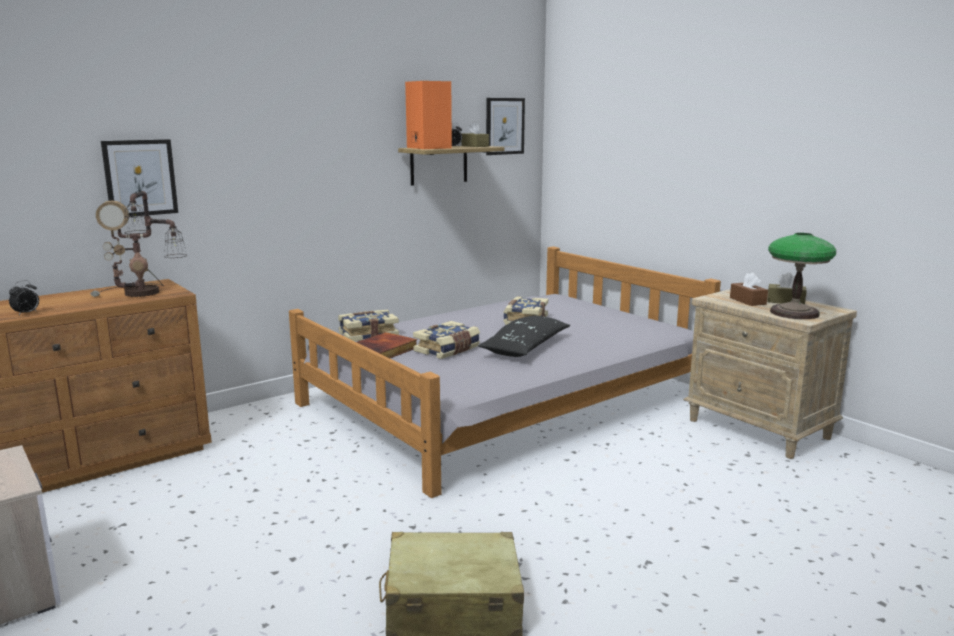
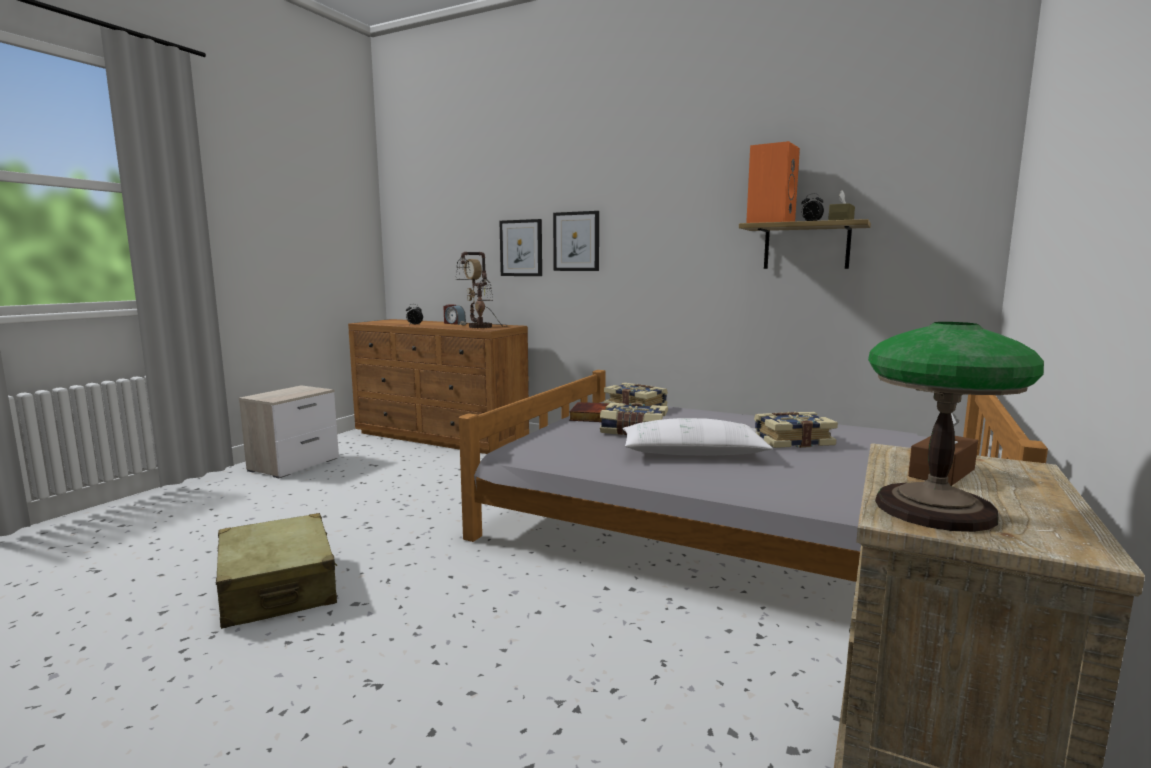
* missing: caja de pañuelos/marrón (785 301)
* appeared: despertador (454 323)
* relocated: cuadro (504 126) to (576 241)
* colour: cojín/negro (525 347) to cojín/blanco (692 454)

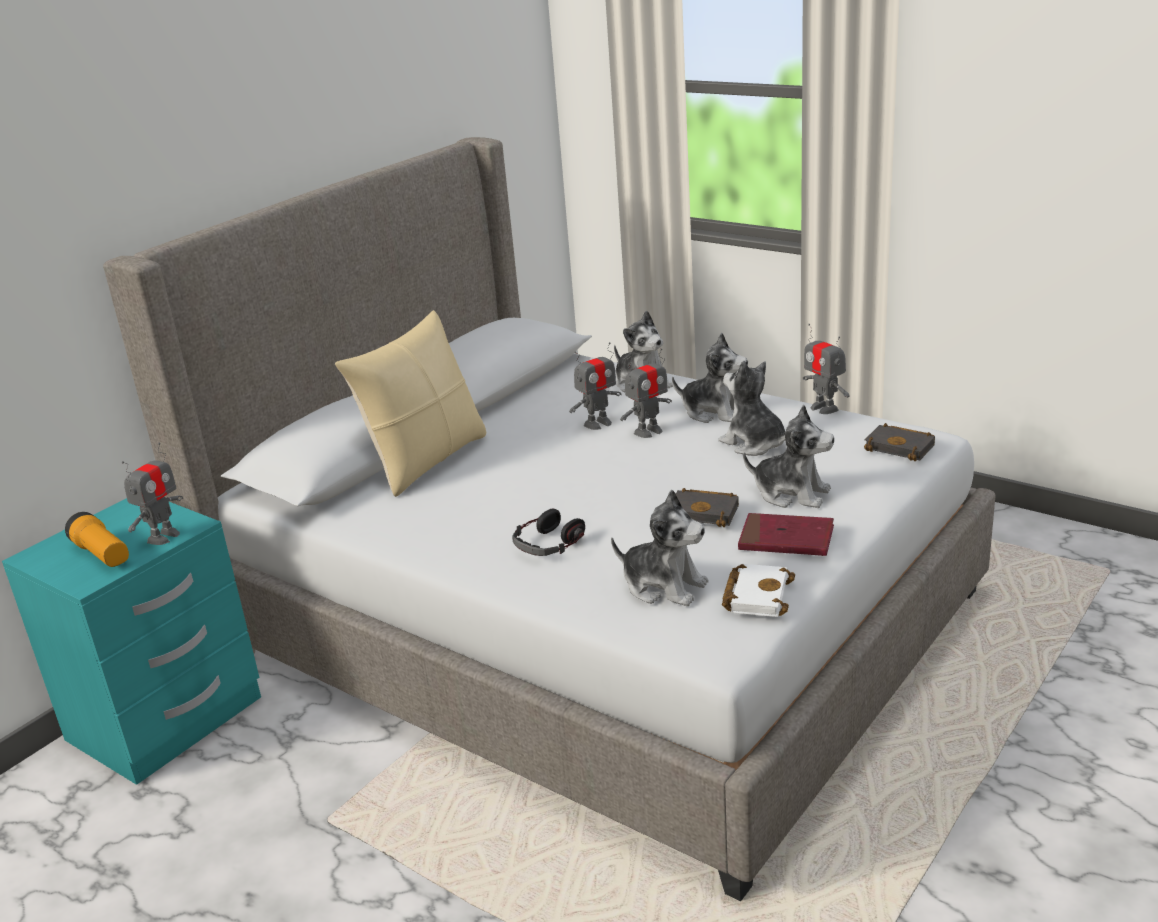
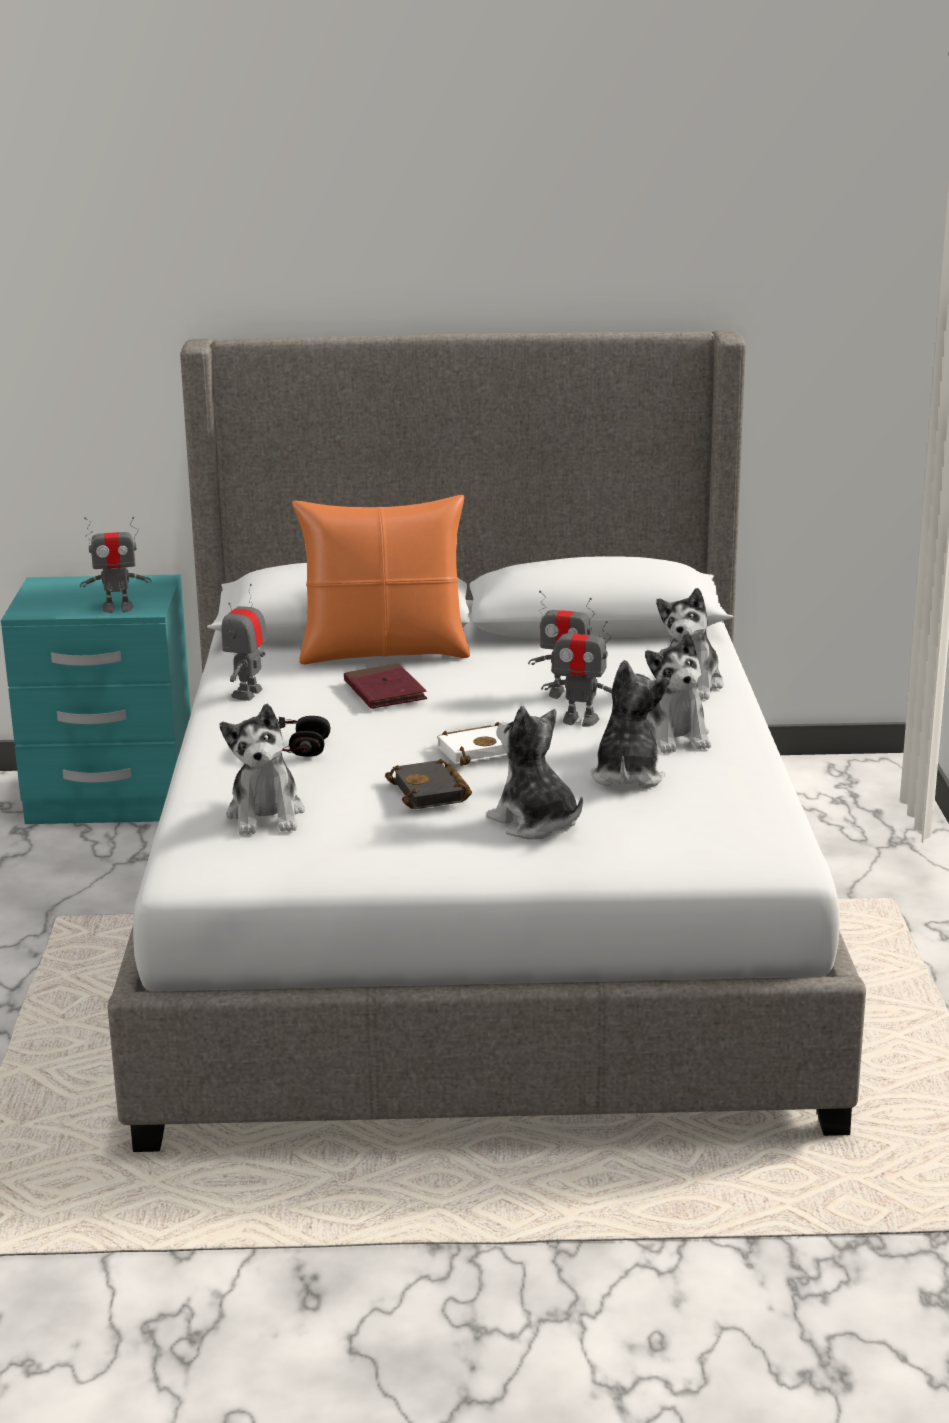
* missing: linterna (102 554)
* missing: libro/negro (902 447)
* relocated: libro/blanco (756 594) to (481 750)
* relocated: libro/rojo (786 539) to (385 691)
* relocated: robot de juguete (824 408) to (247 693)
* colour: cojín/beis (426 461) to cojín/naranja (384 652)
* spun: peluche (791 493) = (535 823) 150 degrees clockwise

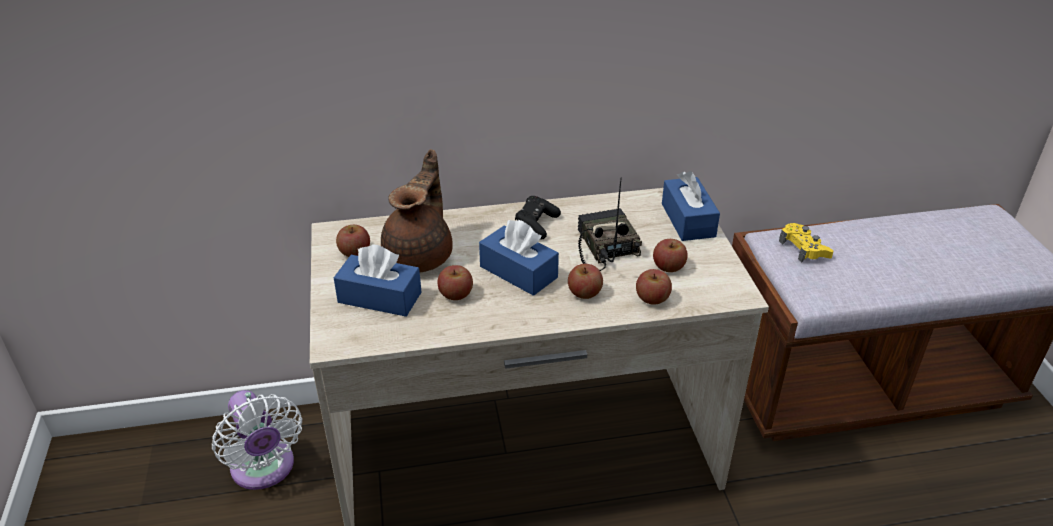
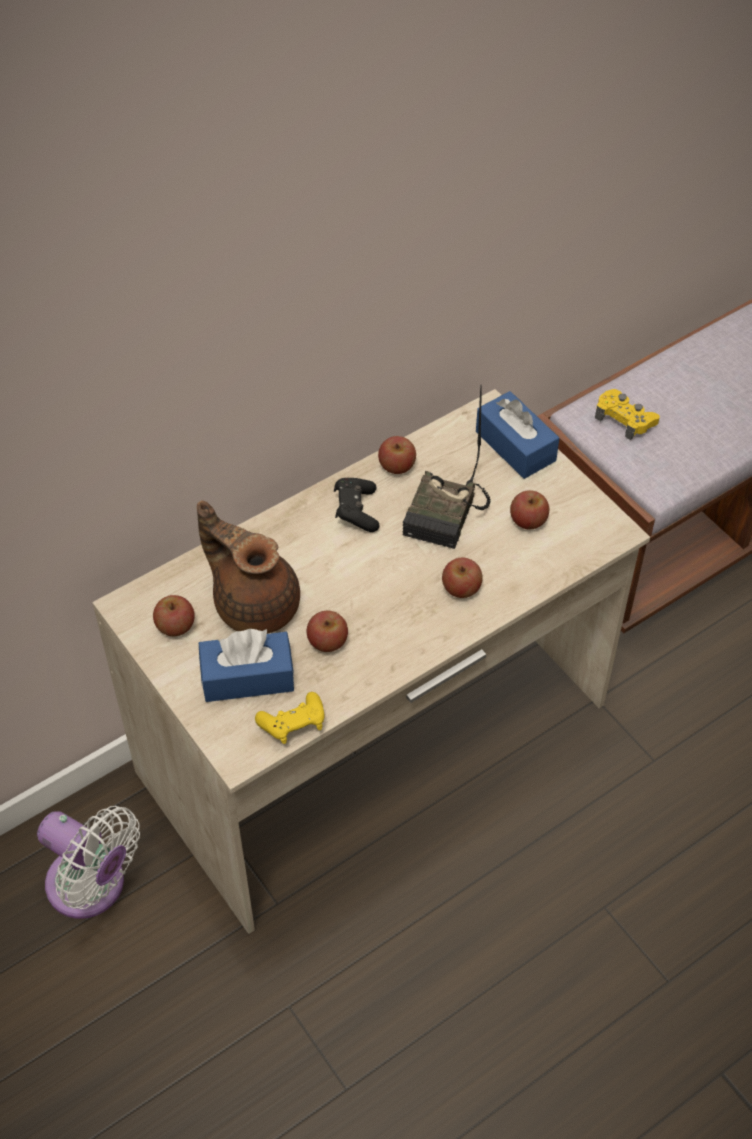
* missing: caja de pañuelos/azul (518 272)
* appeared: mando de consola/amarillo (294 725)
* relocated: manzana (652 298) to (397 466)
* spun: tetera/marrón (420 255) = (254 603) 45 degrees counterclockwise
* spun: radio (604 246) = (446 516) 120 degrees counterclockwise

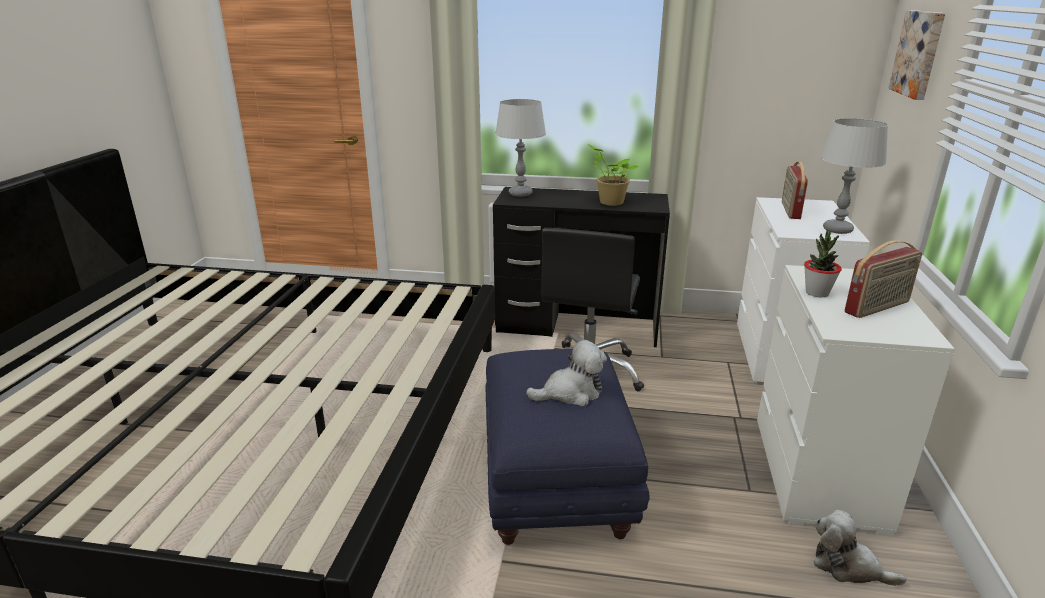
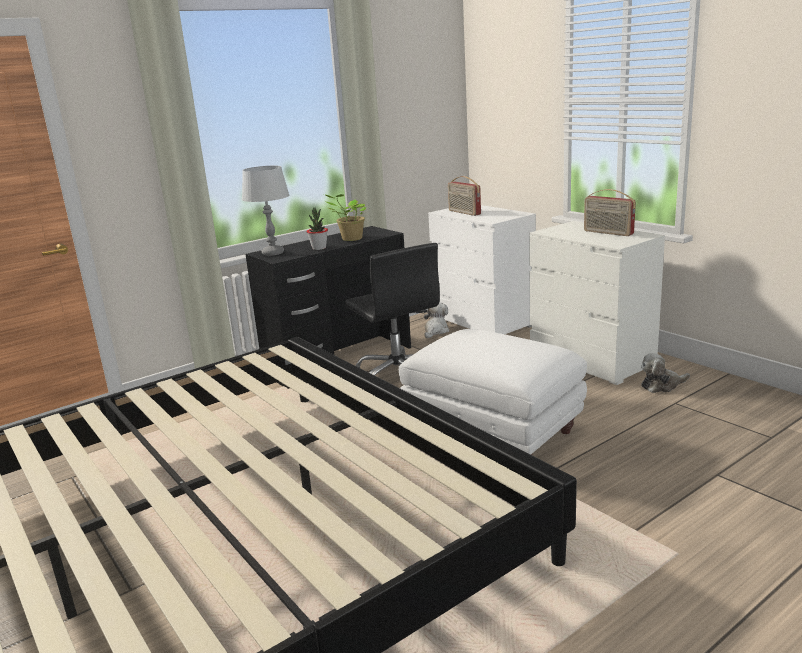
* missing: lámpara de mesa/gris (837 230)
* missing: cuadro (919 53)
* relocated: peluche (571 393) to (435 331)
* relocated: planta en maceta (817 293) to (319 248)
* colour: puf/azul (556 485) to puf/blanco (494 434)
* spun: radio (878 308) = (607 233) 120 degrees clockwise

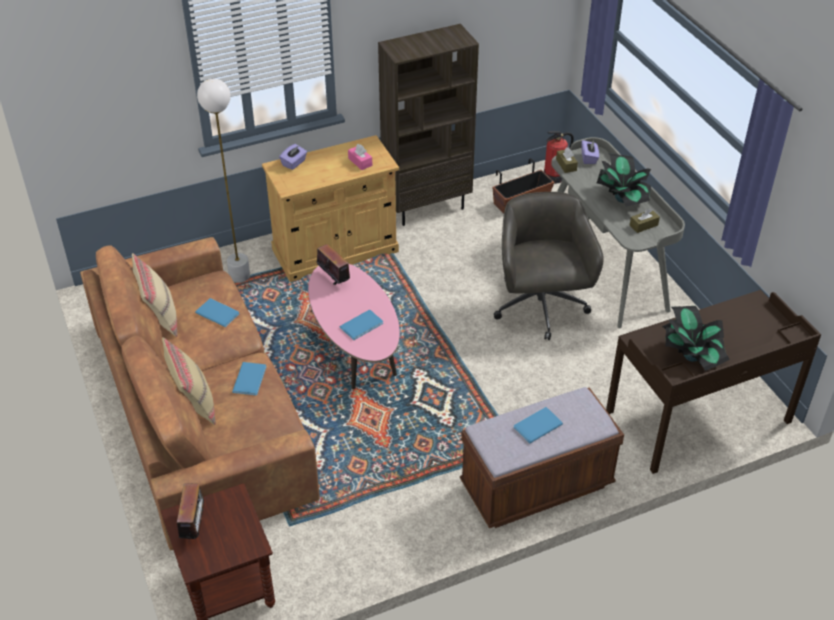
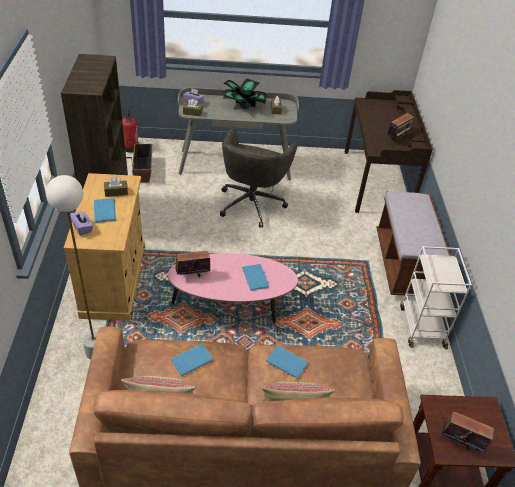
* appeared: carrito/blanco (421 326)
* relocated: libro/azul (536 425) to (103 211)
* exchanged: planta en maceta (691 356) to radio (398 138)
* colour: caja de pañuelos/rosa (360 162) to caja de pañuelos/marrón (116 192)
* spun: silla de oficina/gris (540 308) = (252 203) 90 degrees counterclockwise

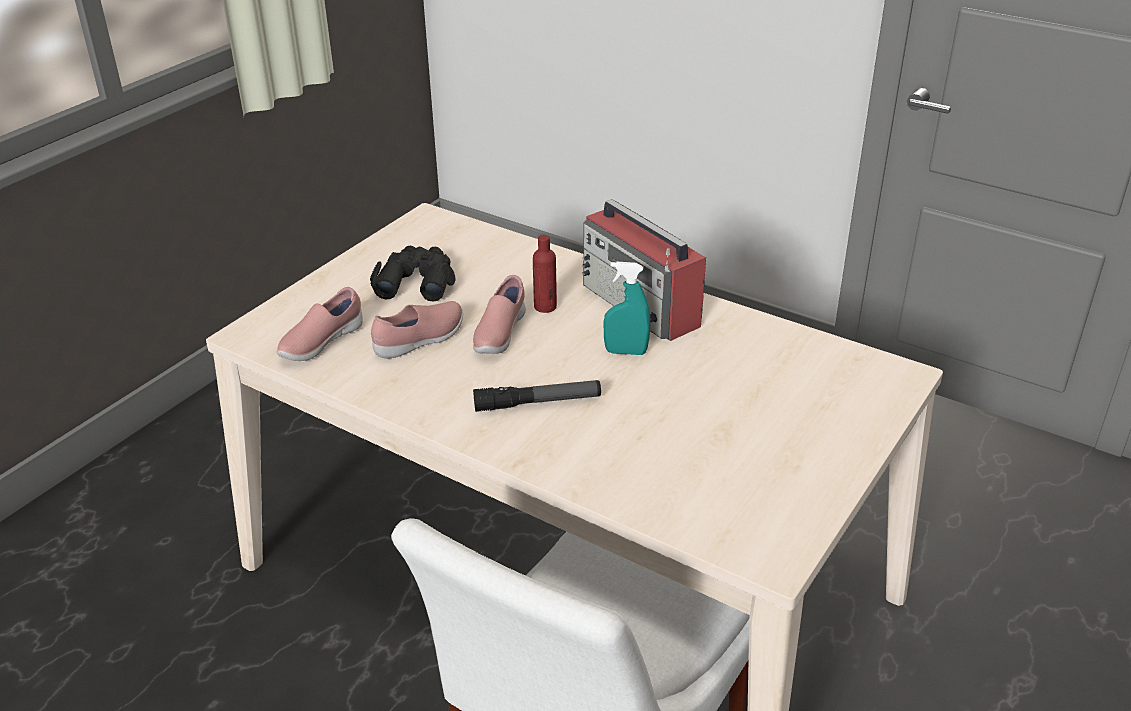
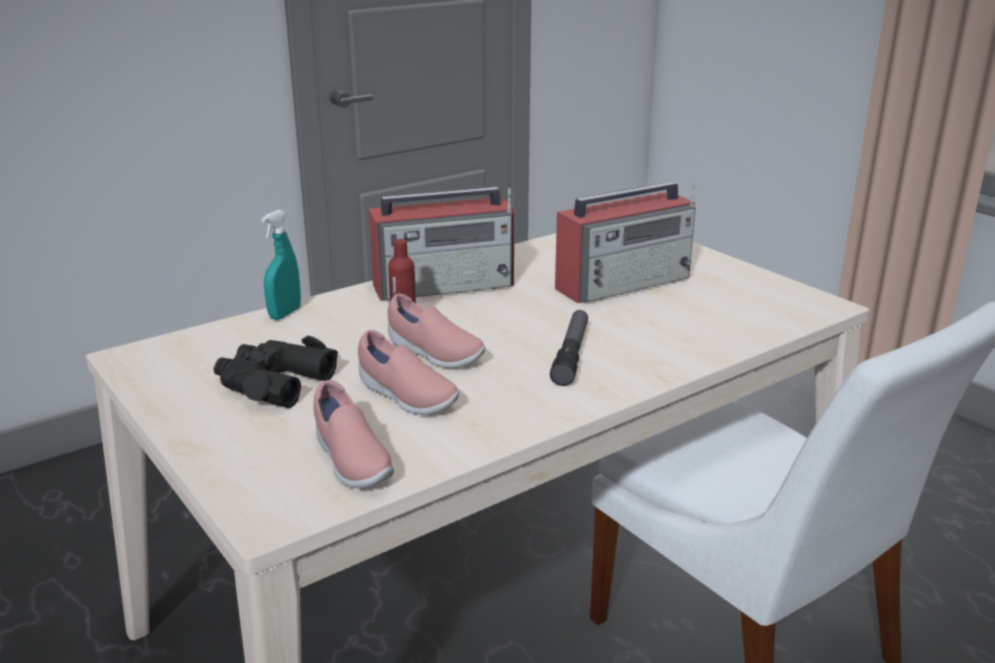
* appeared: radio (625 283)
* relocated: pulverizador/turquesa (626 352) to (285 314)
* spun: zapato/rosa (420 340) = (406 397) 150 degrees clockwise

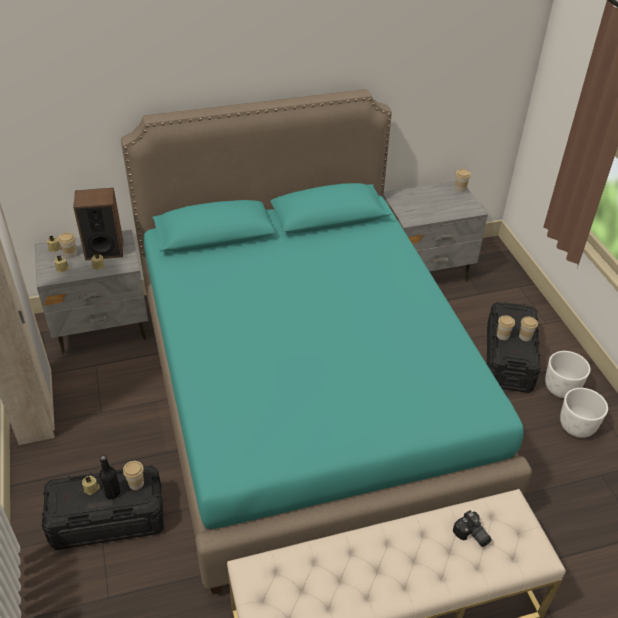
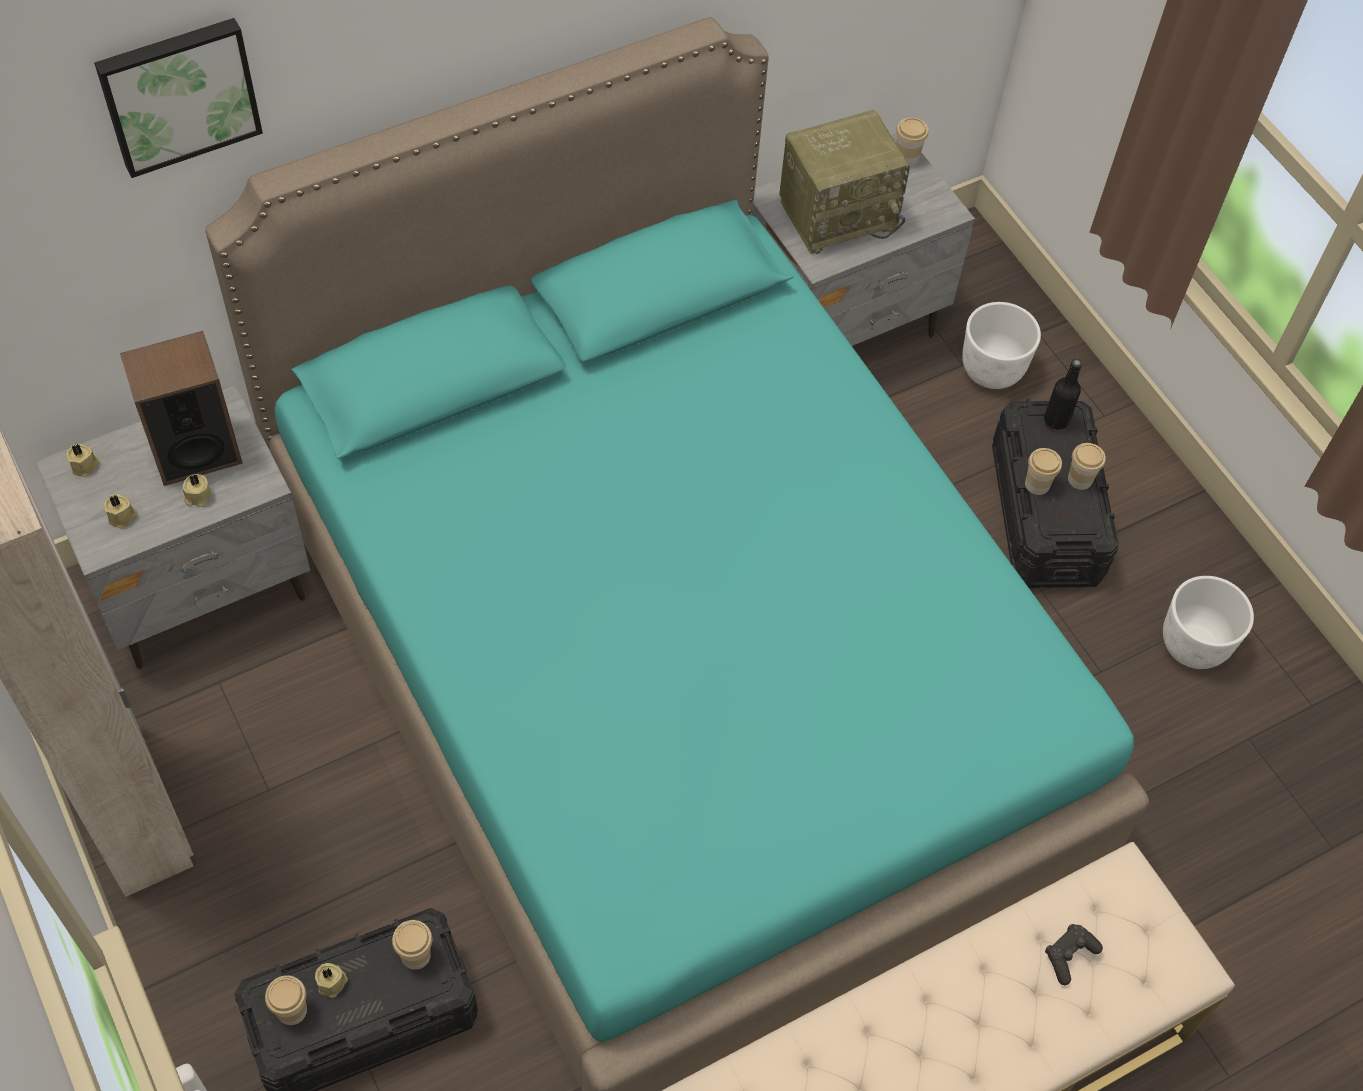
* appeared: cuadro (178 93)
* appeared: radio (838 213)
* relocated: taza (70 254) to (292 1010)
* relocated: botella/negro (112 492) to (1056 420)
* relocated: maceta/blanco (561 388) to (992 370)
* exchanged: cámara (471 535) to mando de consola/negro (1069 955)

